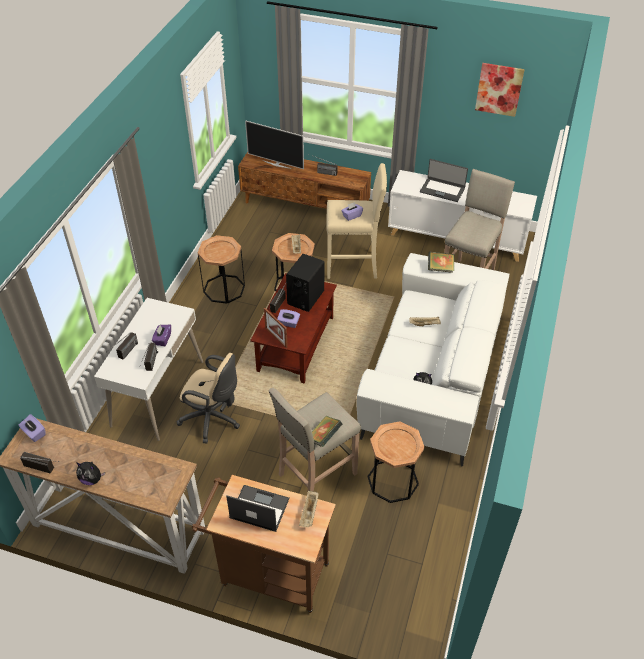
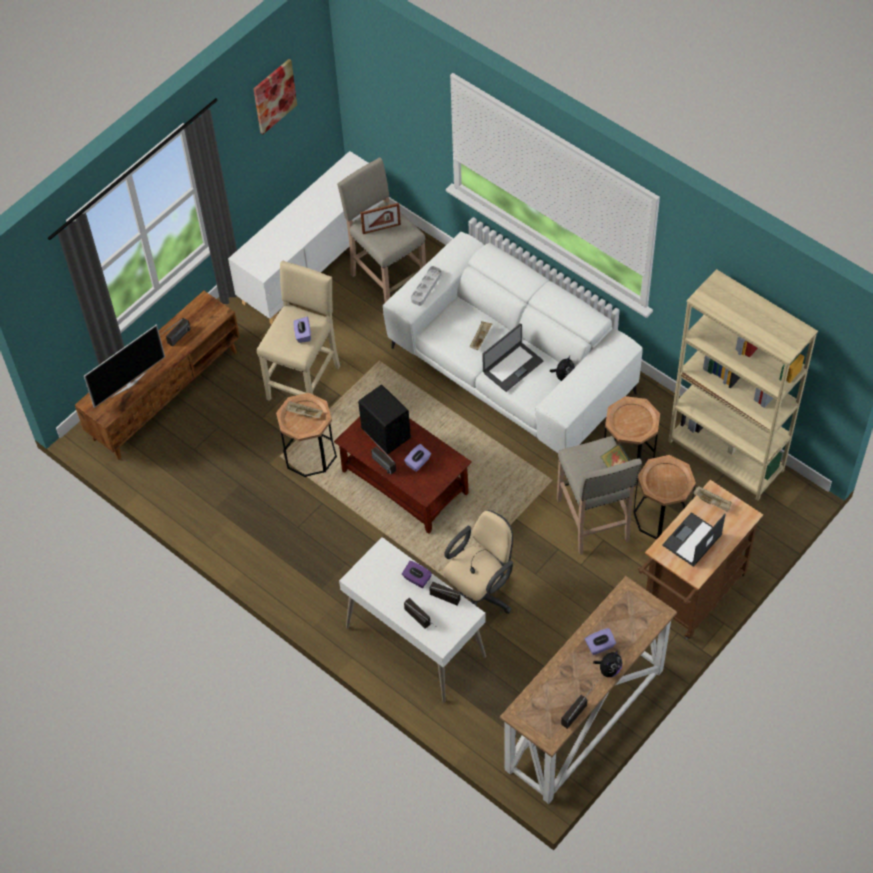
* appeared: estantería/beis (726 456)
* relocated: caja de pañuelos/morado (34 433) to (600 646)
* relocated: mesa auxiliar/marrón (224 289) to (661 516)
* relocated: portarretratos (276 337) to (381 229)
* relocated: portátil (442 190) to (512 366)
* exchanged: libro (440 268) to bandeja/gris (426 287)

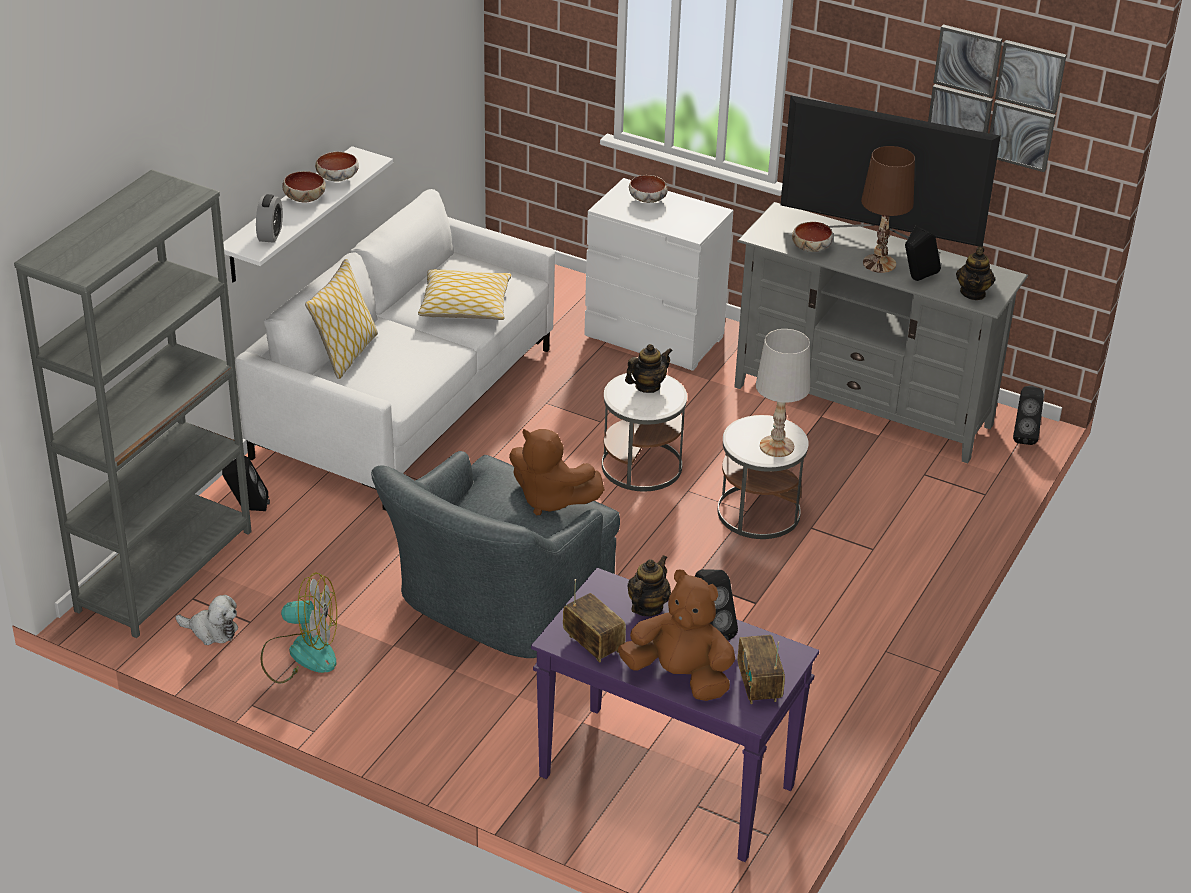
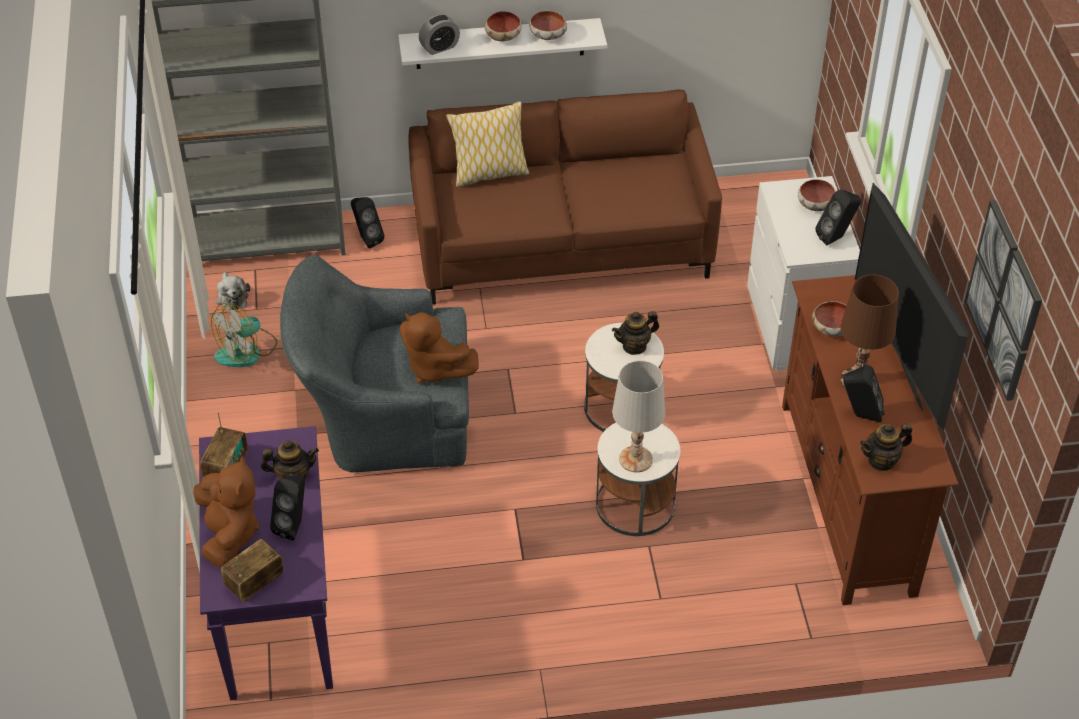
* missing: cojín (465 306)
* relocated: altavoz/negro (1024 436) to (836 237)
* colour: sofá/blanco (407 402) to sofá/marrón (562 243)
* colour: mueble de televisión/gris (863 405) to mueble de televisión/marrón (848 497)
* spun: ventilador (300 654) = (246 351) 75 degrees clockwise
* spun: peluche/marrón (550 499) = (434 368) 45 degrees counterclockwise
* spun: tetera (647 386) = (634 346) 135 degrees clockwise

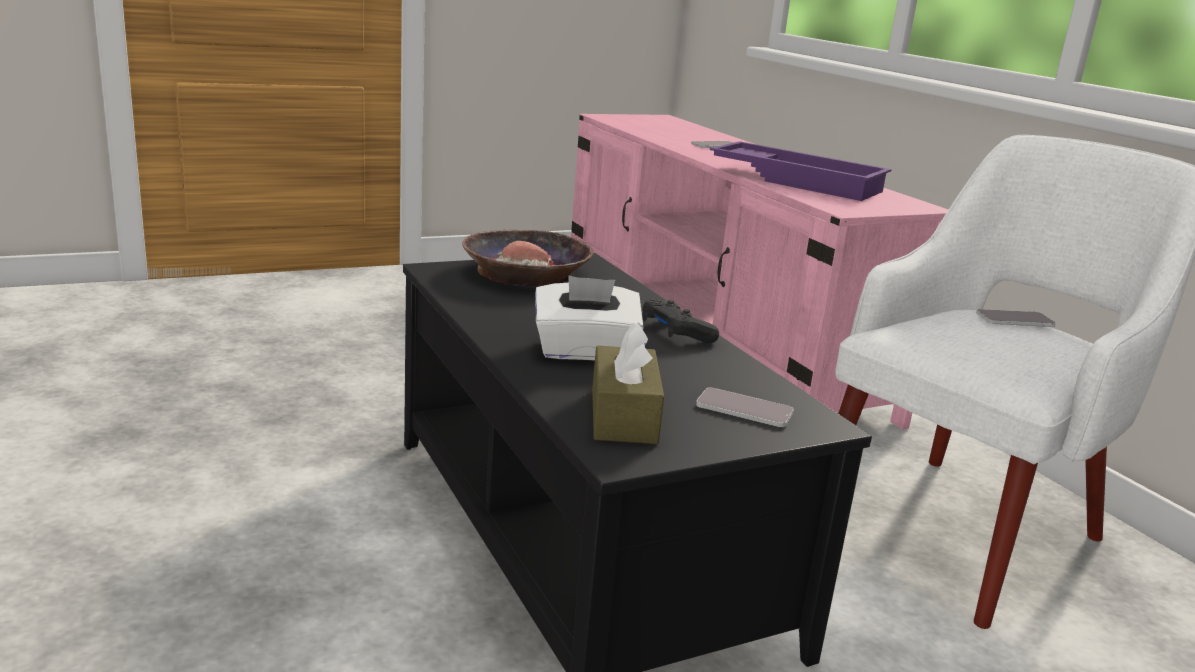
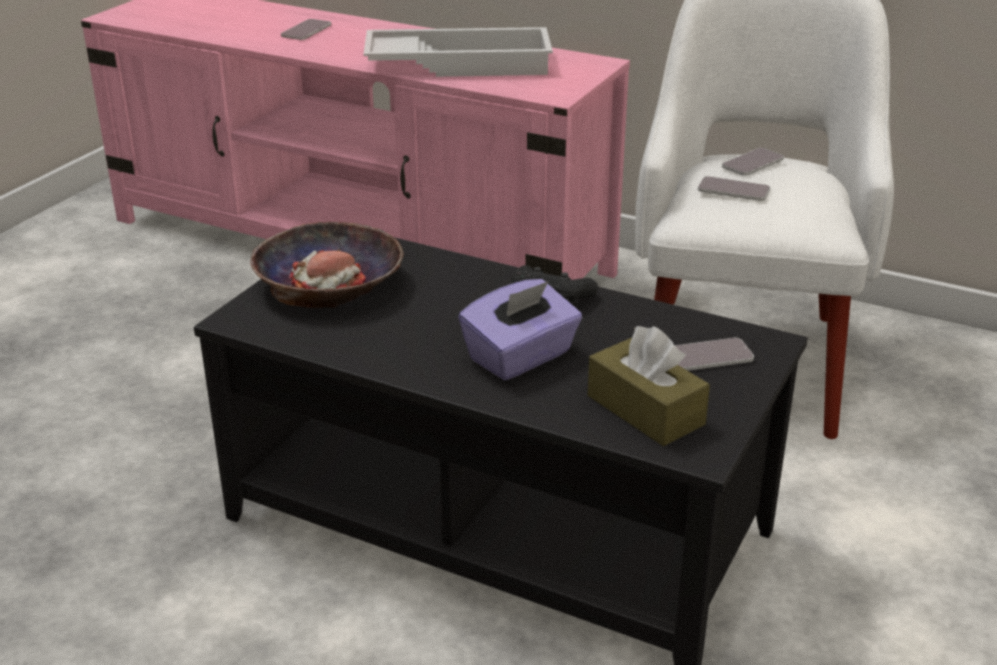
* appeared: móvil (733 190)
* colour: caja de pañuelos/blanco (585 352) to caja de pañuelos/morado (521 357)
* colour: bandeja/morado (798 181) to bandeja/blanco (460 63)

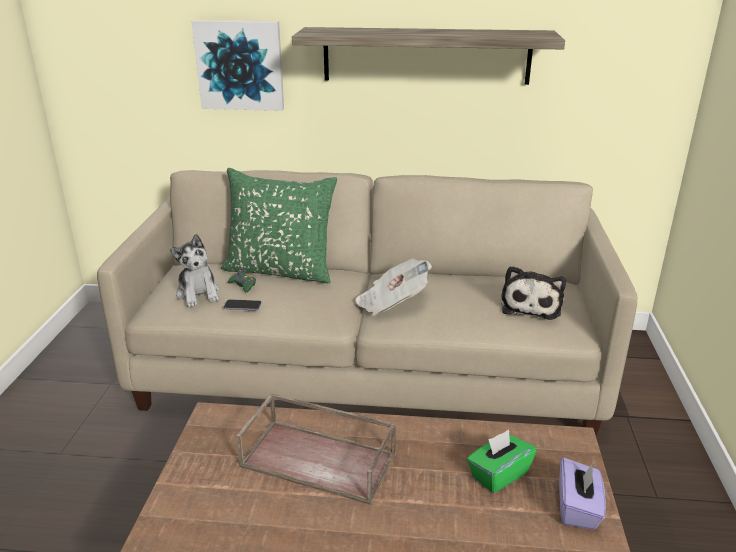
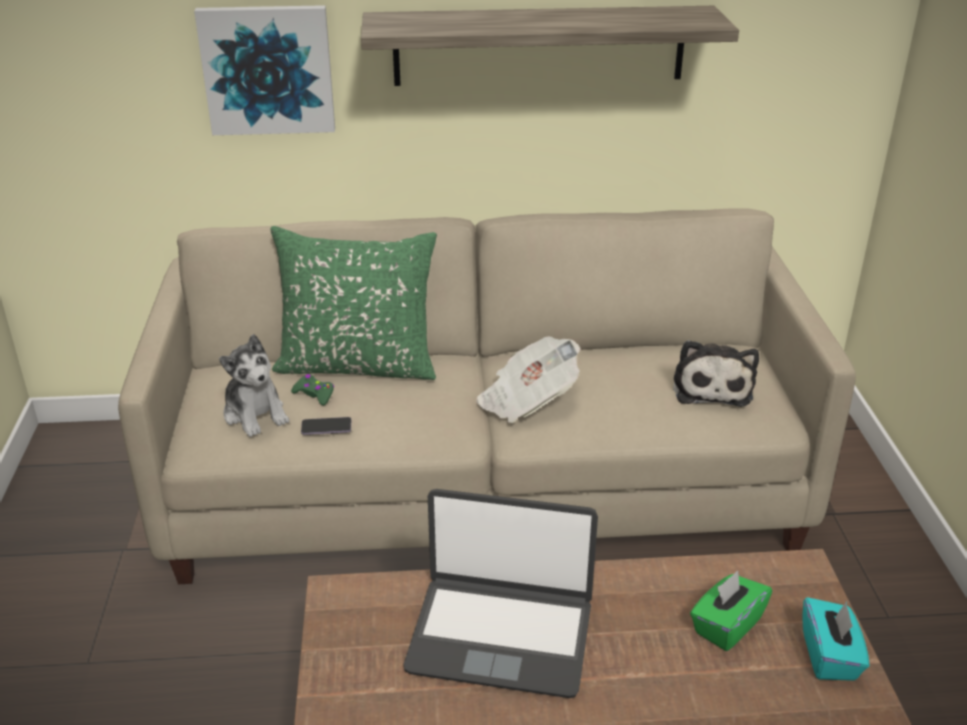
* exchanged: bandeja/marrón (320 459) to portátil (501 636)
* colour: caja de pañuelos/morado (578 508) to caja de pañuelos/turquesa (829 656)

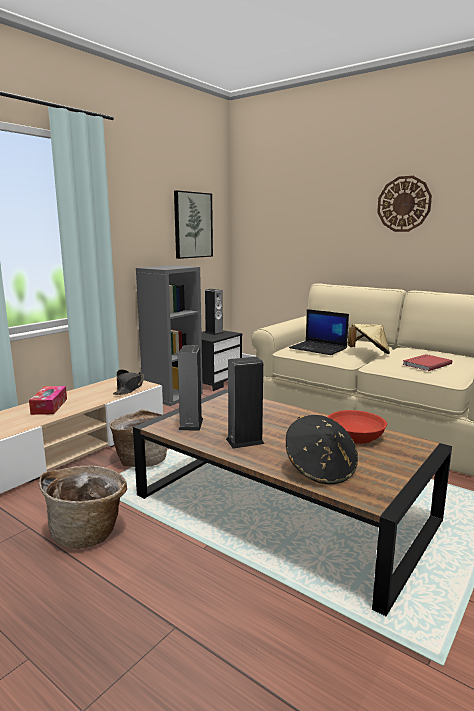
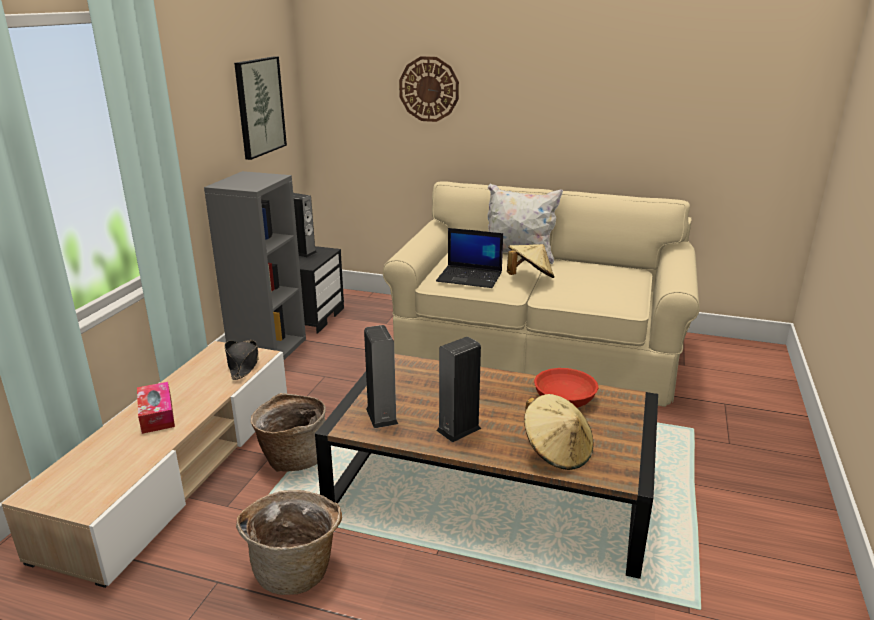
* missing: libro/rojo (425 364)
* appeared: cojín/blanco (518 255)
* relocated: reloj de pared (404 204) to (429 89)
* colour: sombrero/negro (320 470) to sombrero/beis (557 452)

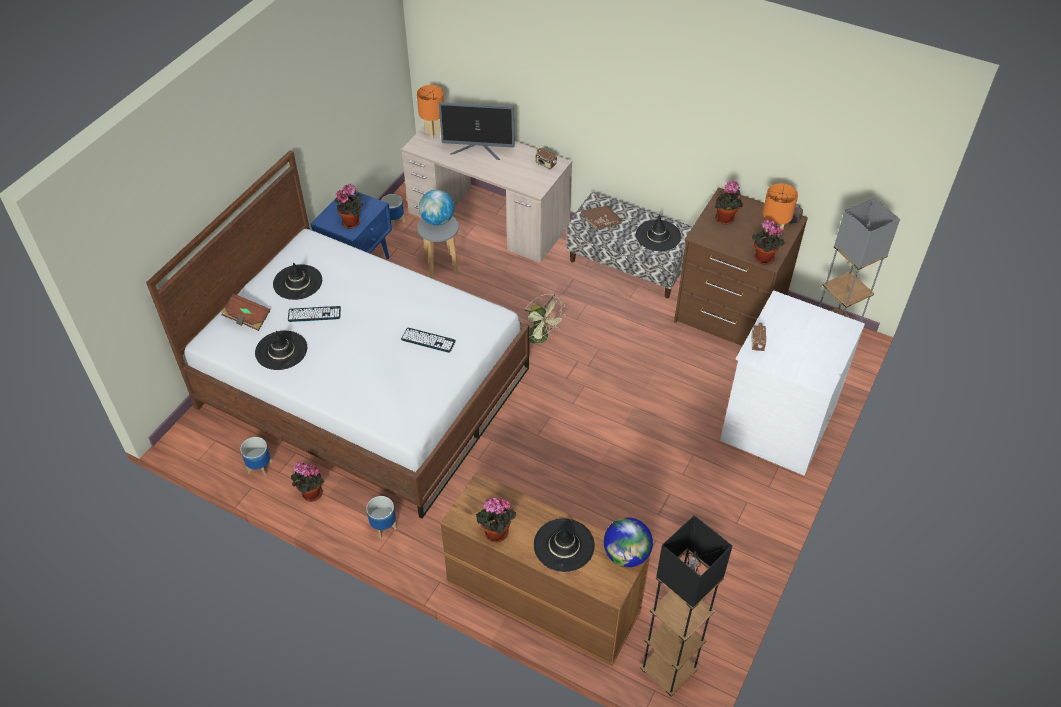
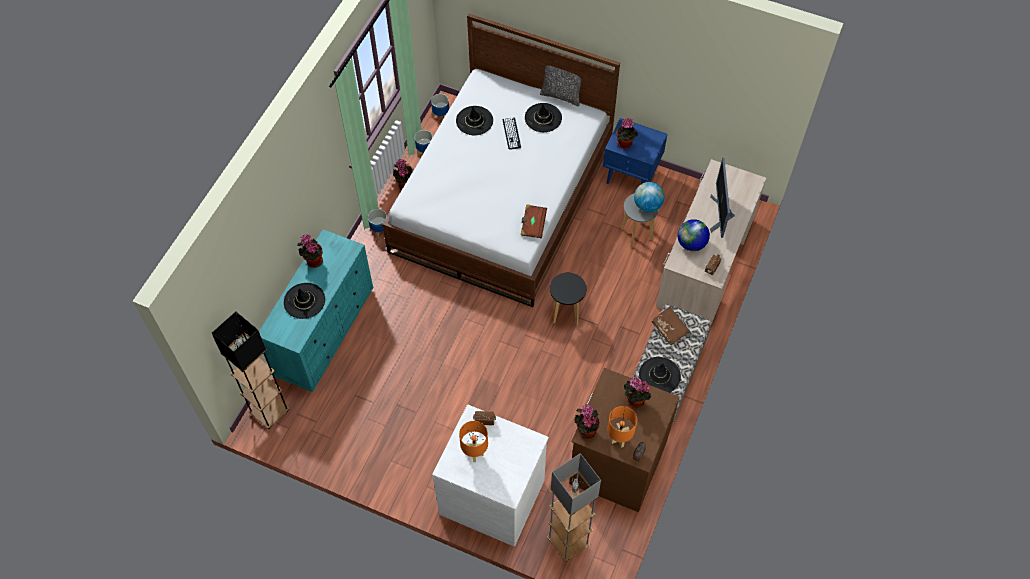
* missing: teclado (428 340)
* appeared: cojín (561 96)
* relocated: libro/marrón (247 318) to (533 225)
* relocated: maceta (394 222) to (441 116)
* relocated: lámpara de mesa/naranja (433 132) to (475 454)
* relocated: globo terráqueo (626 554) to (691 244)
* exchanged: ventilador/verde (541 338) to taburete/negro (566 313)
* colour: cómoda/marrón (542 599) to cómoda/turquesa (324 331)

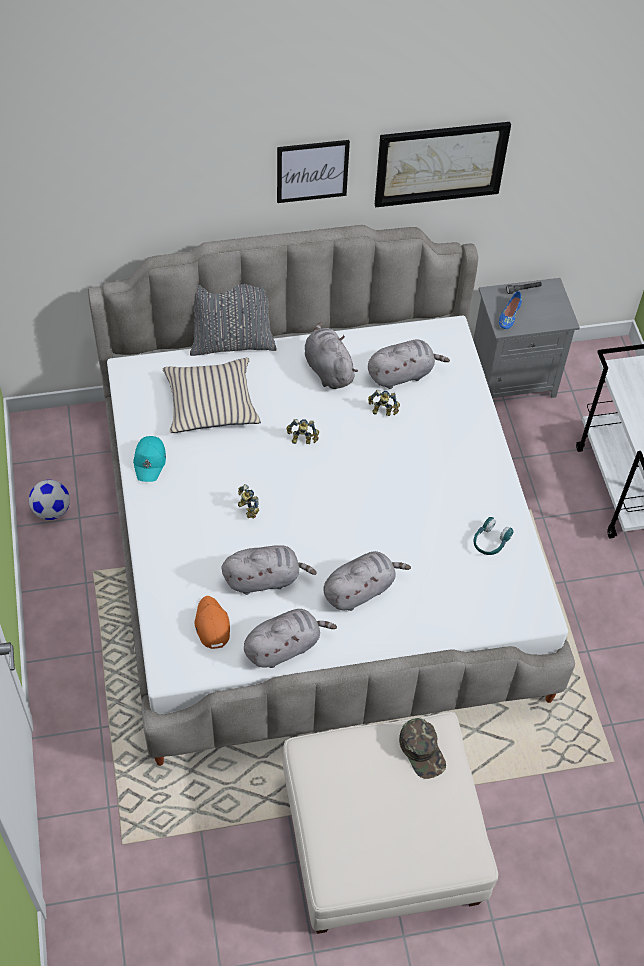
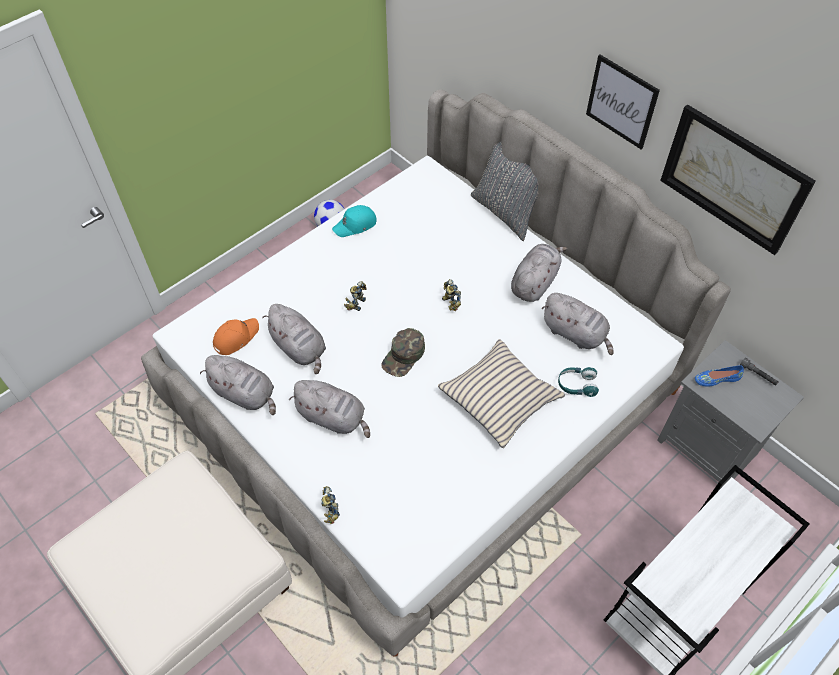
* relocated: cojín/beis (211 403) to (500 397)
* relocated: robot de juguete (382 412) to (329 510)
* relocated: gorra/verde (422 750) to (404 356)
* relocated: auriculares/turquesa (490 541) to (576 385)

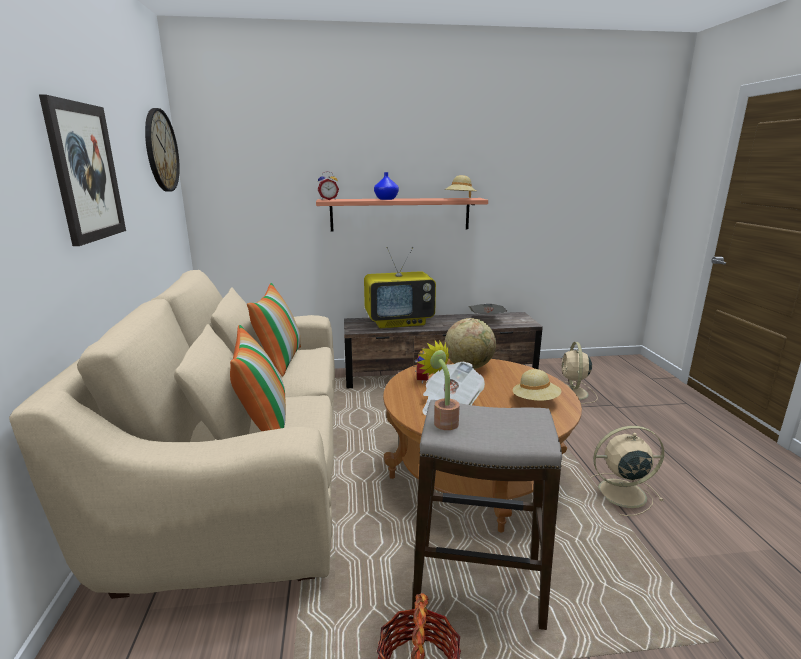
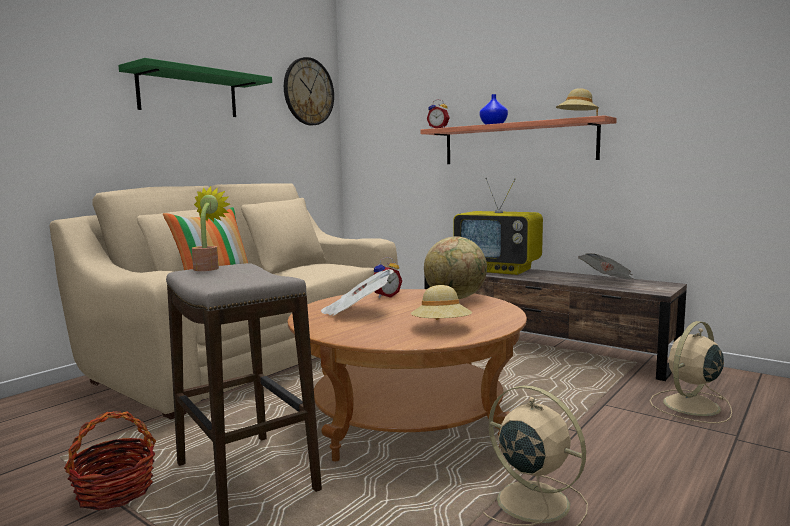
* missing: cojín (279 360)
* exchanged: cuadro (85 172) to estante/verde (188 94)

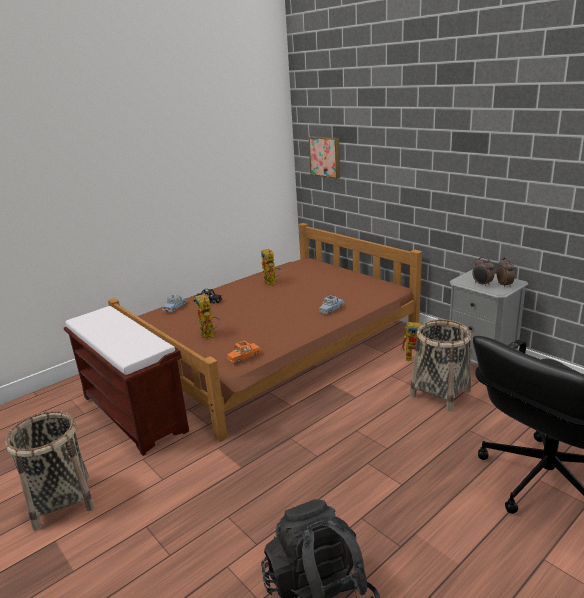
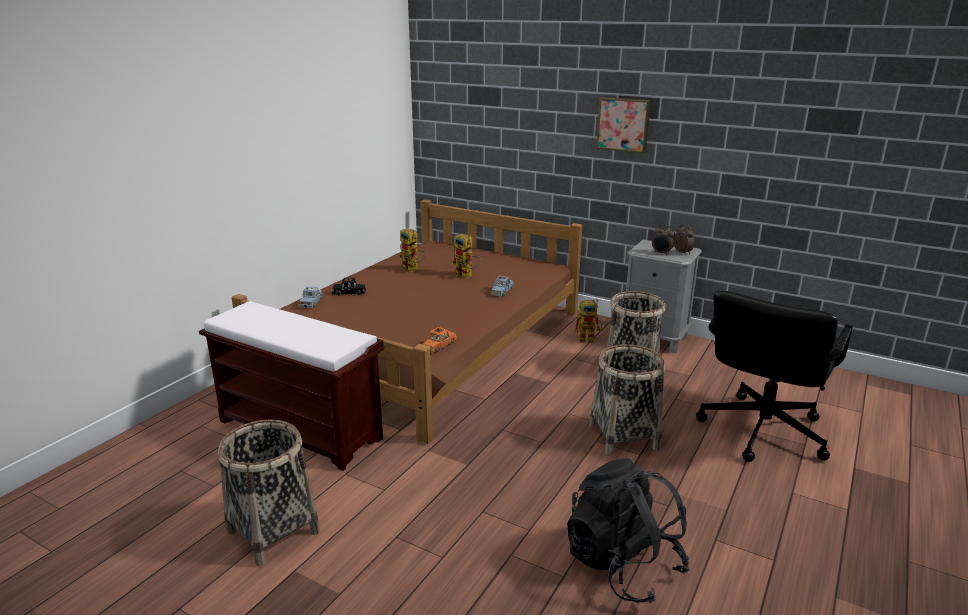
* appeared: cesta (624 437)
* relocated: robot de juguete (209 336) to (467 276)
* relocated: cuadro (325 156) to (623 124)

